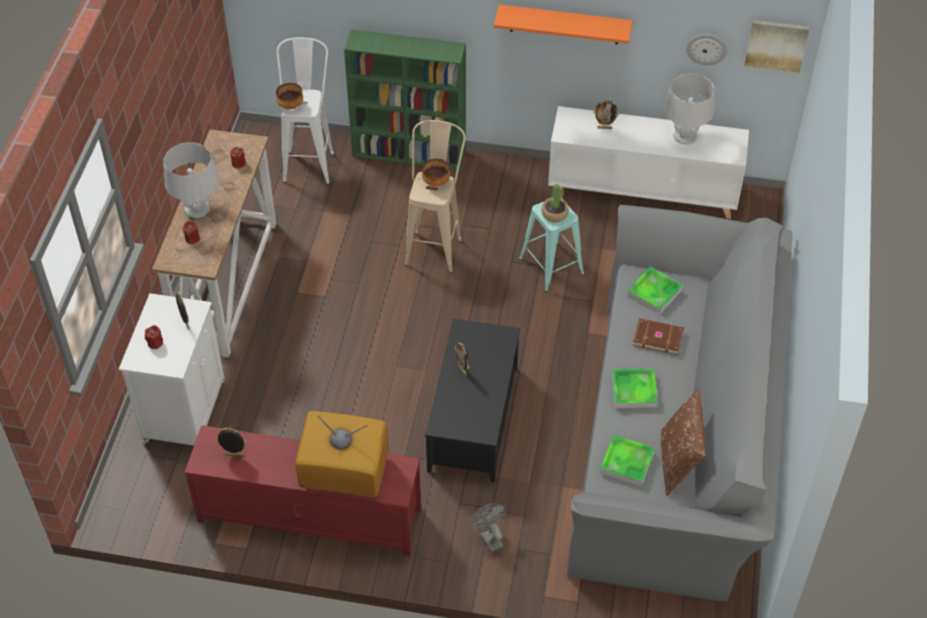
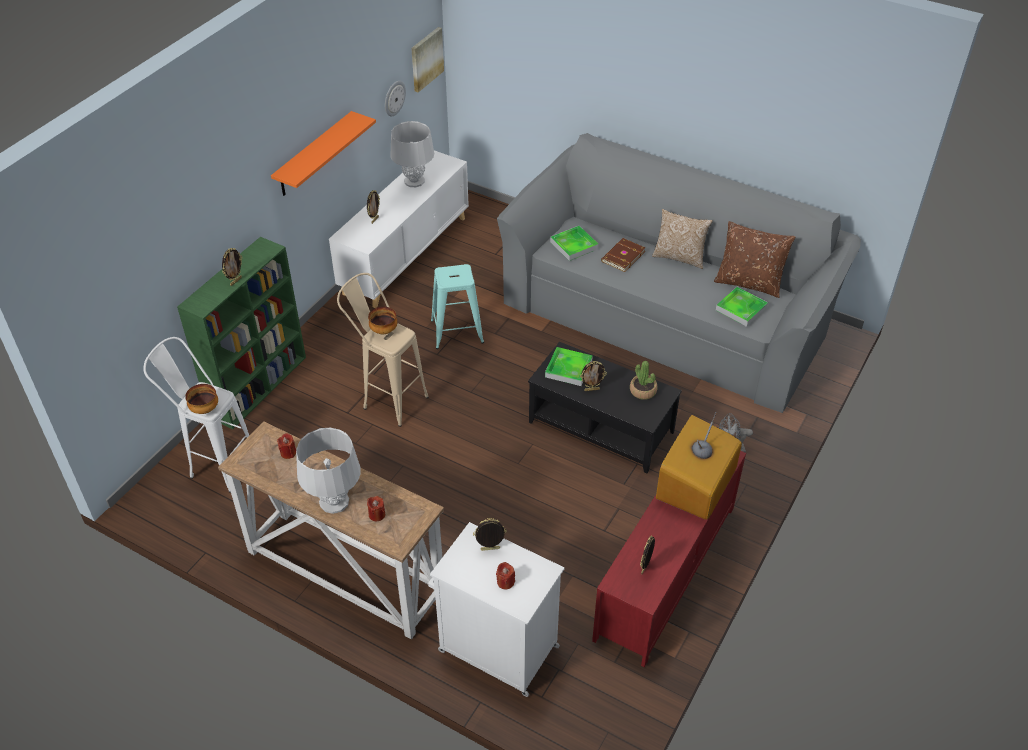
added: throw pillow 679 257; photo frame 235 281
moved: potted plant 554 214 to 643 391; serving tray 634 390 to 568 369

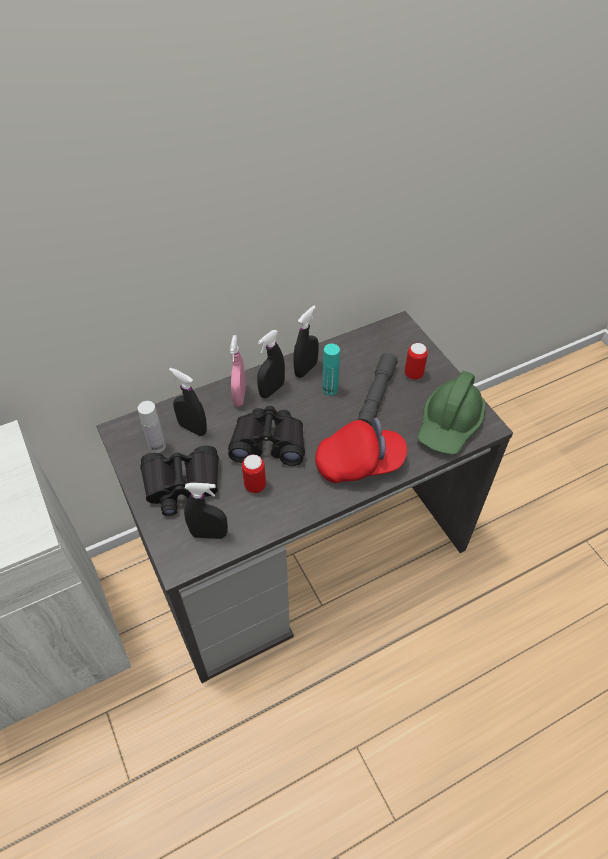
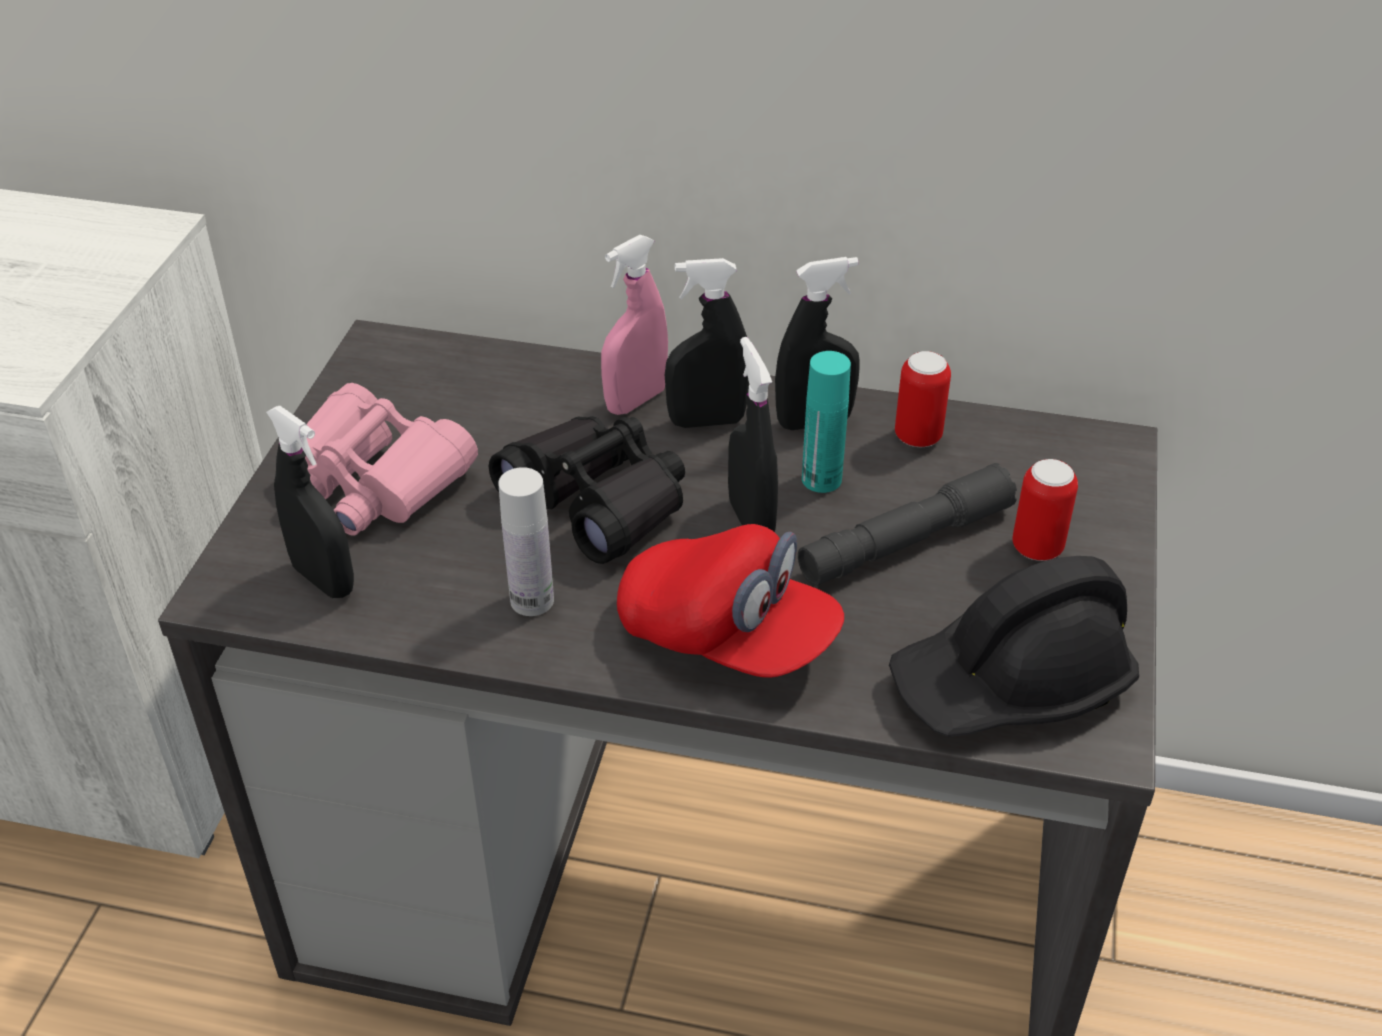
moved: spray bottle (black) 192 428 to 751 521; beverage bottle (white-coloured) 157 446 to 532 600; metal can 255 485 to 918 437
recoloured: work helmet (green-coloured) 449 424 to work helmet (black) 1011 683; pair of binoculars (black) 182 486 to pair of binoculars (pink-coloured) 372 481

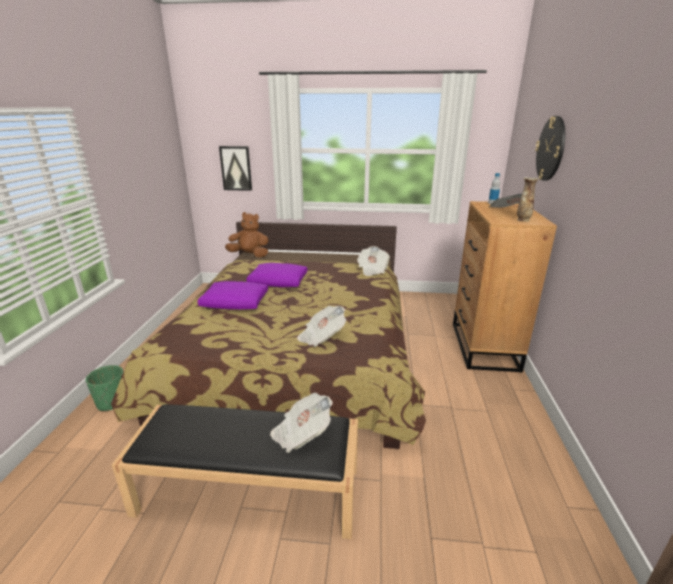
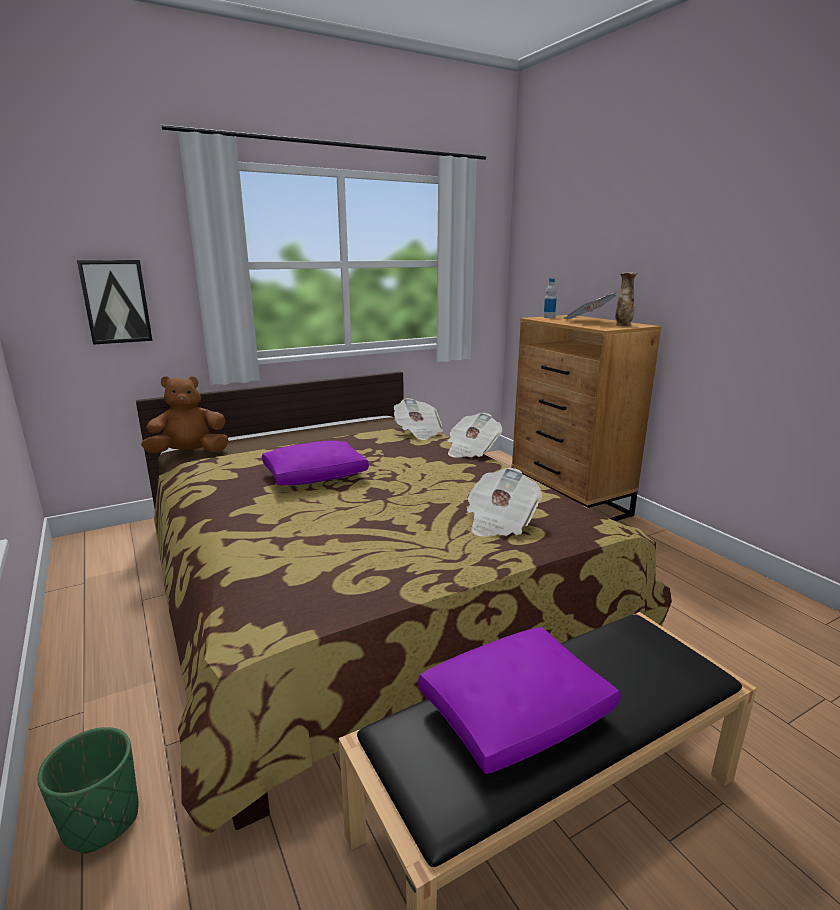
removed: clock on the wall 551 149
moved: throw pillow (purple-coloured) 236 303 to 517 711; printed paper 301 434 to 471 450

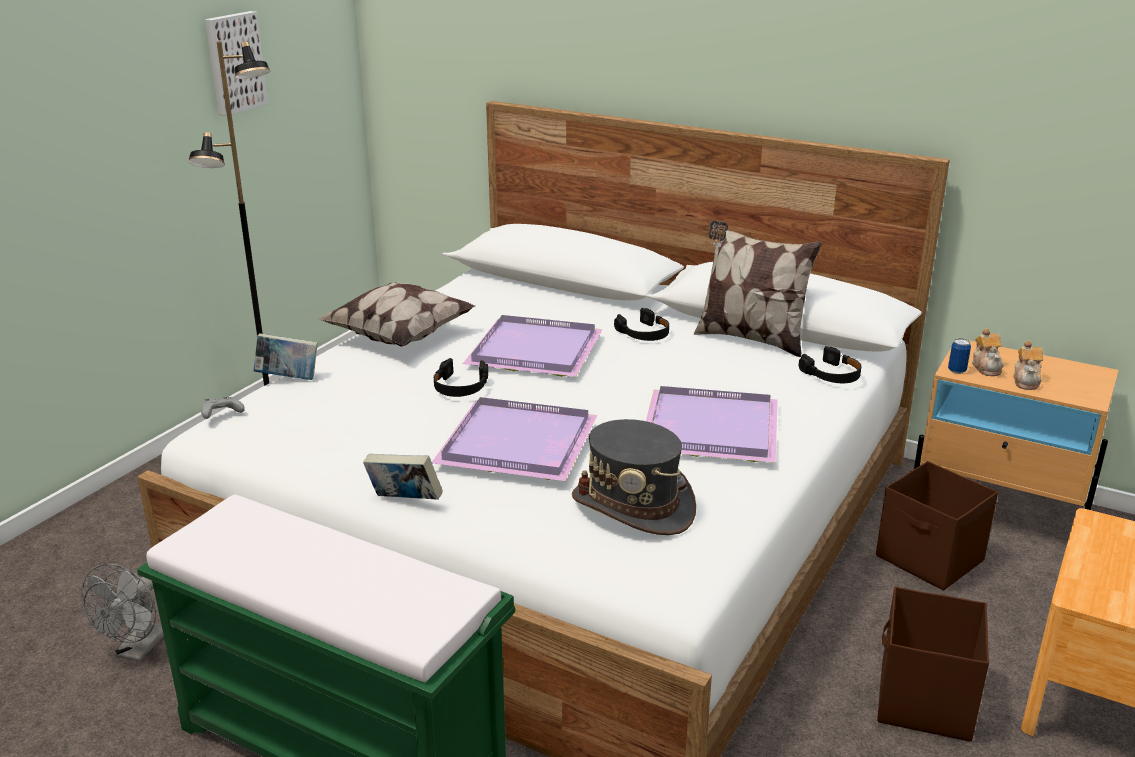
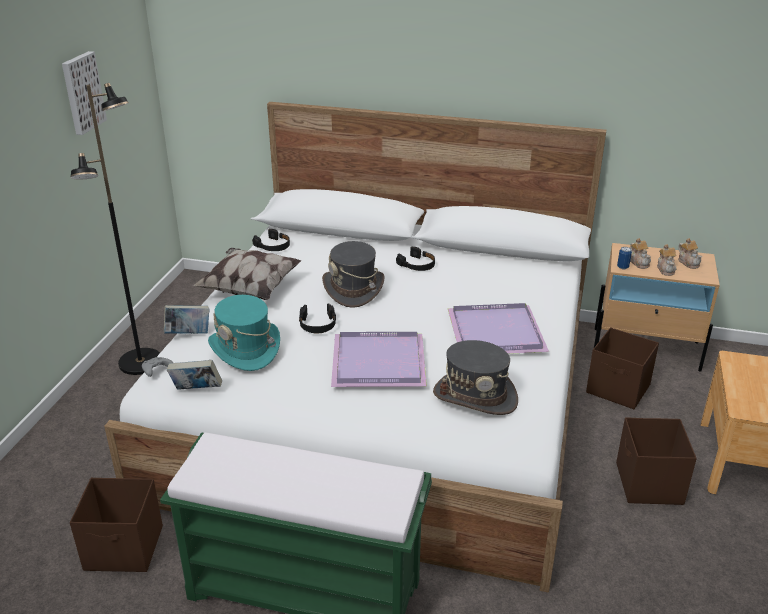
removed: throw pillow 750 338
added: pot for tea 688 262; hat (blue-green) 245 349
moved: headphones (black) 832 374 to 273 246; bound book 404 501 to 196 390
replaced: serving tray (purple-coloured) 536 352 to hat (grey) 354 289; electric fan (grey) 138 650 to storage bin (brownish) 125 549

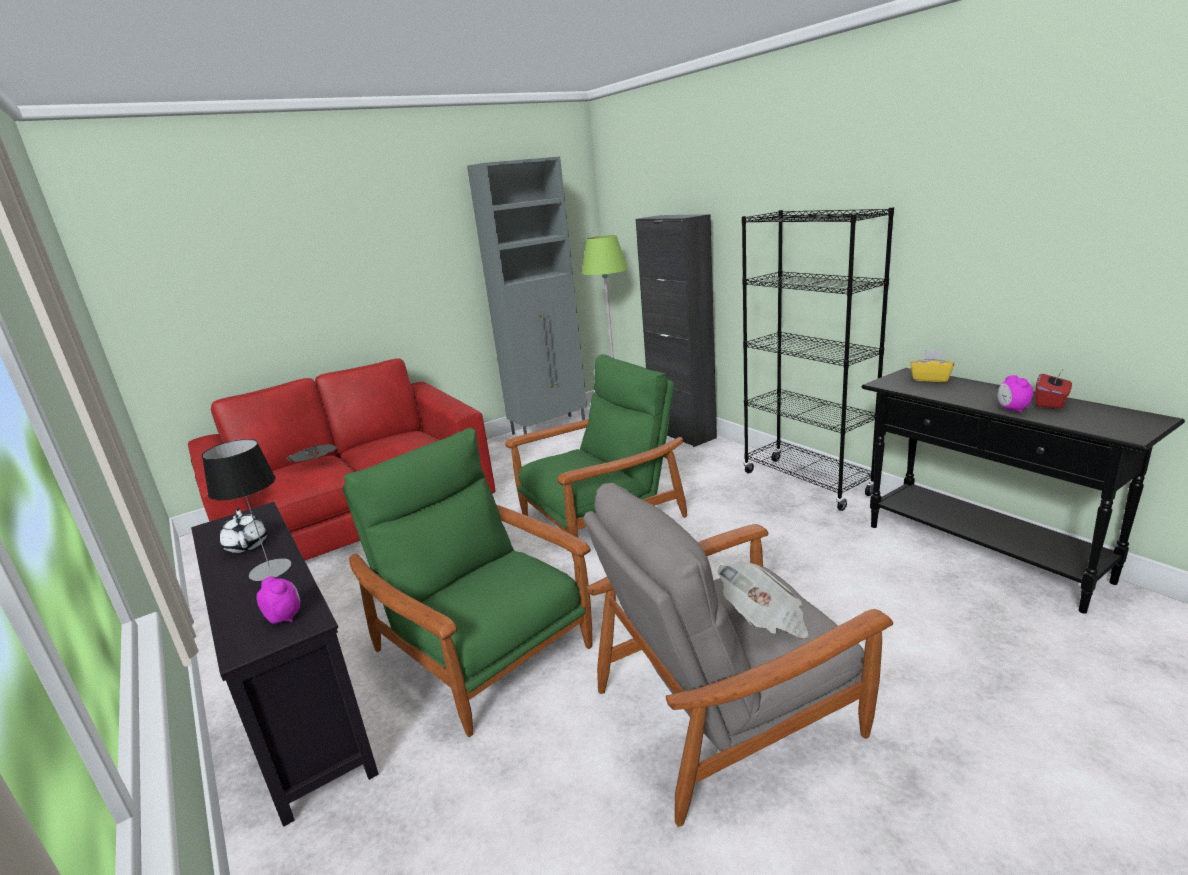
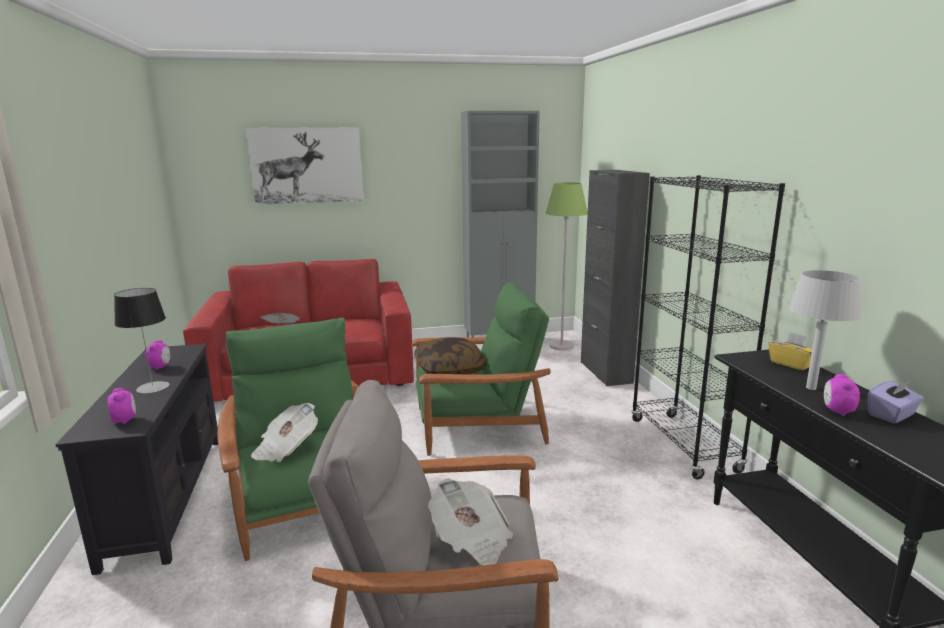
added: wall picture 307 165; tabletop lamp (grey) 810 388; throw pillow 450 370; printed paper 286 448
replaced: pot for tea (white-coloured) 247 544 to alarm clock 160 367
recoloured: tissue holder (red-coloured) 1050 403 to tissue holder (purple-coloured) 892 415

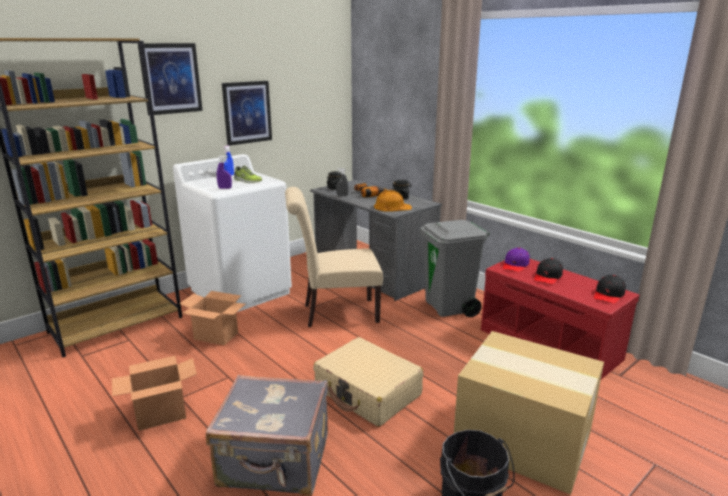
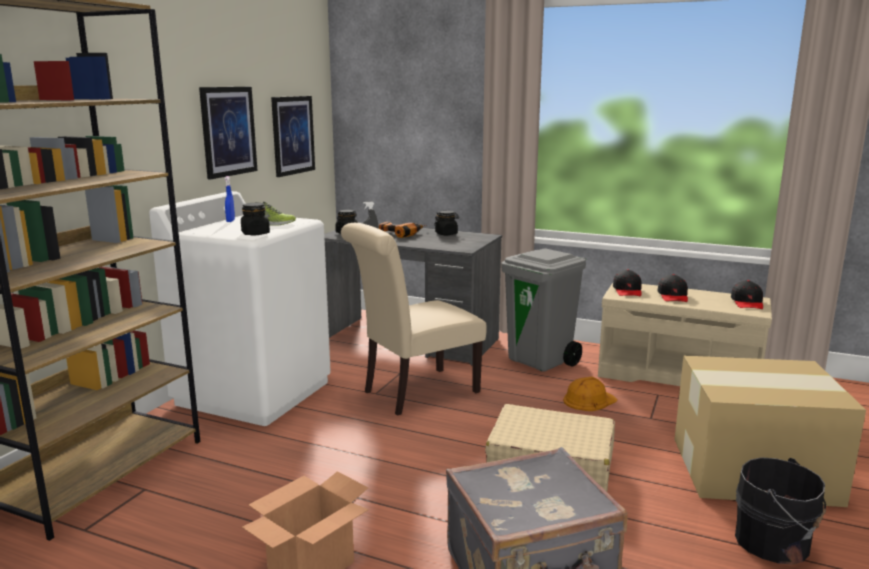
removed: cardboard box 216 336
moved: wall picture 171 78 to 293 135; work helmet (orange) 392 207 to 589 400
replaced: spray bottle (purple-coloured) 225 188 to jar (black) 255 233
recoloured: peaked cap (purple-coloured) 515 265 to peaked cap (black) 627 290; indoor bench (red-coloured) 550 344 to indoor bench (sand-coloured) 679 376

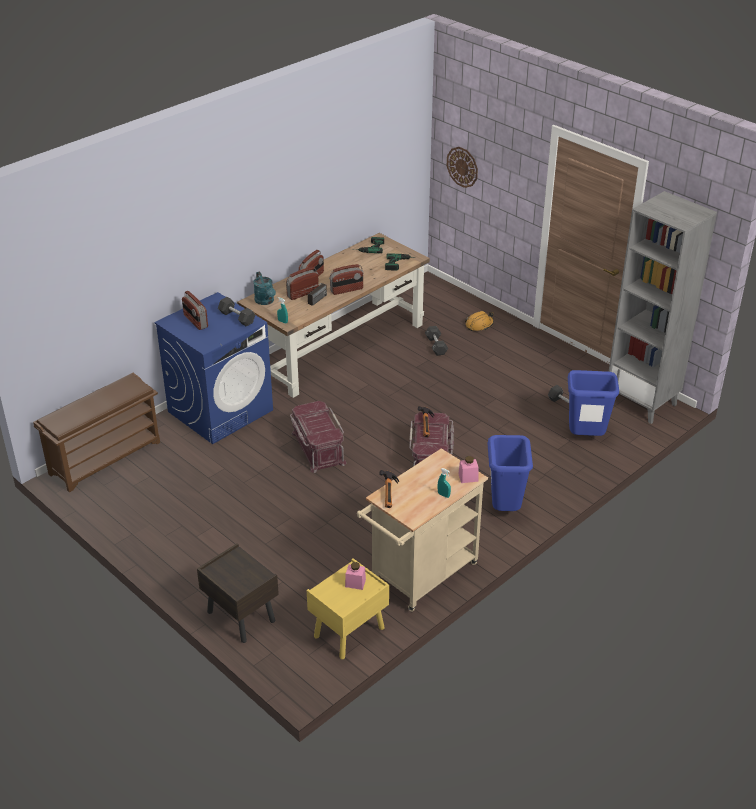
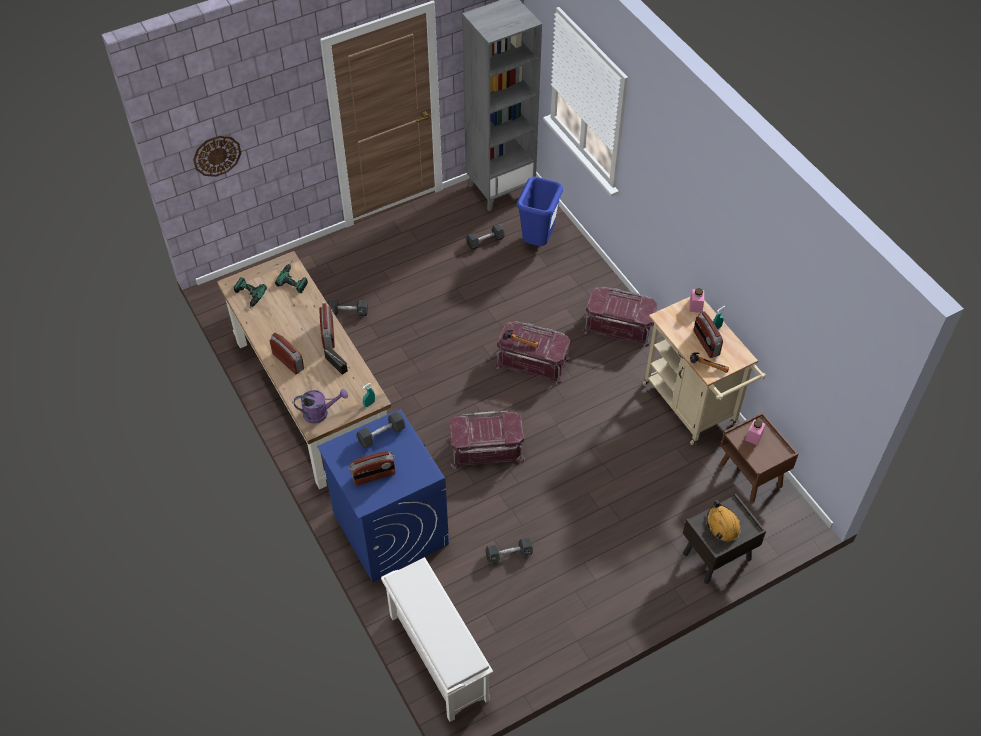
added: free weight (black) 509 554
moved: radio receiver 302 293 to 705 343; work helmet (orange) 479 325 to 722 525
replaced: waste bin (blue-coloured) 505 509 to storage bin (red-coloured) 619 325
recoloured: watering pot (blue-green) 265 301 to watering pot (purple-coloured) 320 413; shoe rack (brownish) 105 457 to shoe rack (white-coloured) 437 656; bedside table (yellowish) 348 633 to bedside table (brownish) 751 475

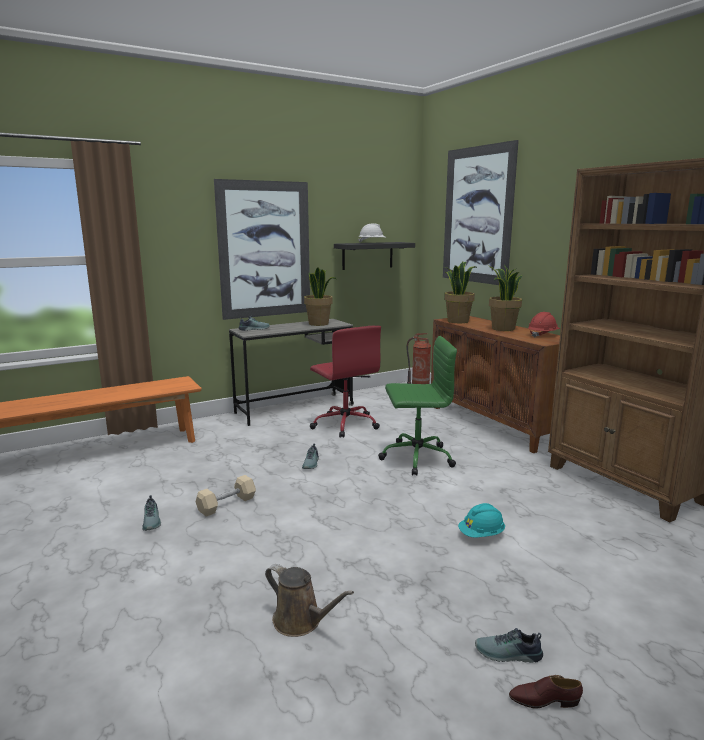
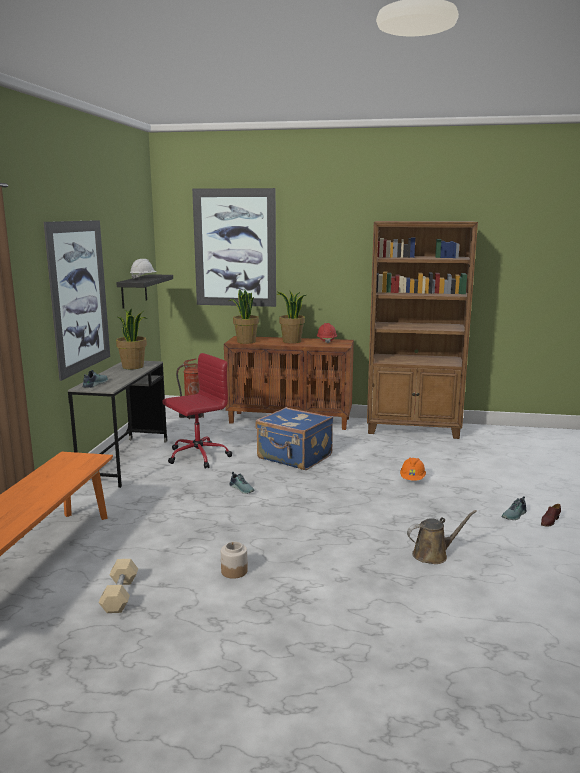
moved: free weight (sand-coloured) 227 504 to 120 595
replaced: office chair (green-coloured) 415 457 to suitcase (blue-coloured) 294 457; item of footwear 152 521 to jar 234 571
recoloured: work helmet (blue-green) 481 535 to work helmet (orange) 412 479
turned: office chair (red-coloured) 345 424 = 197 456 45 degrees counterclockwise

